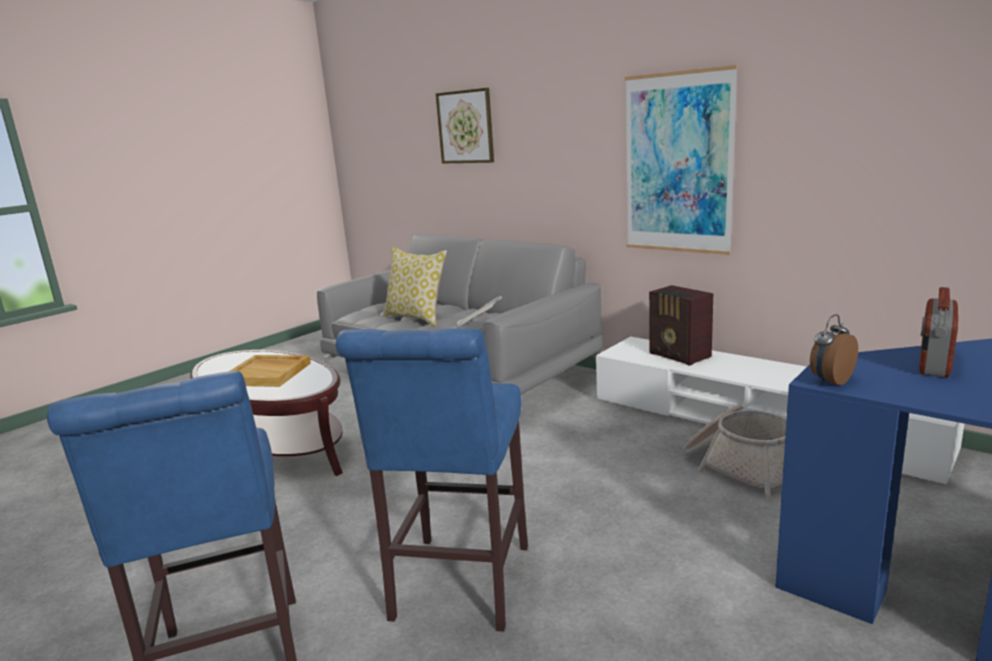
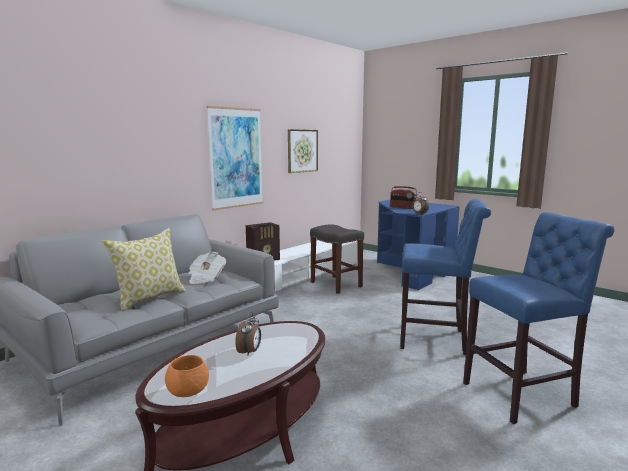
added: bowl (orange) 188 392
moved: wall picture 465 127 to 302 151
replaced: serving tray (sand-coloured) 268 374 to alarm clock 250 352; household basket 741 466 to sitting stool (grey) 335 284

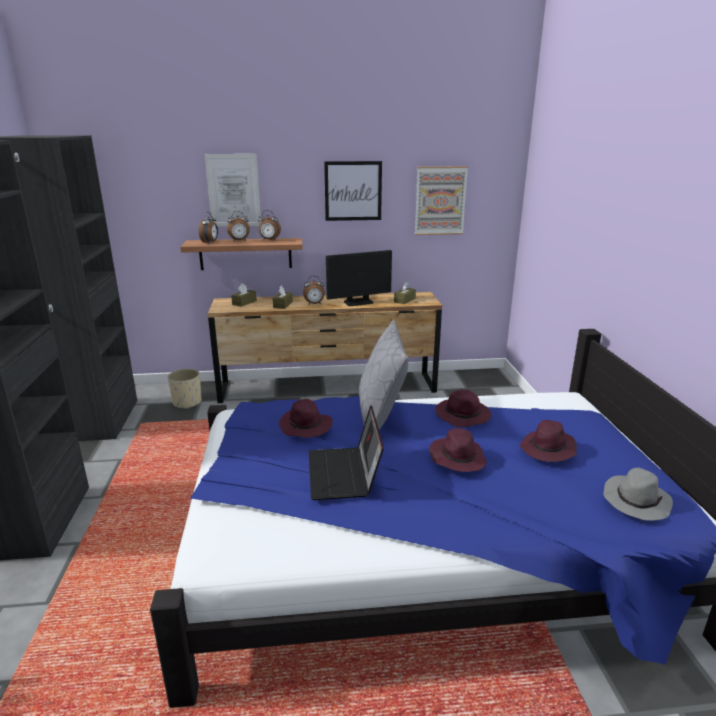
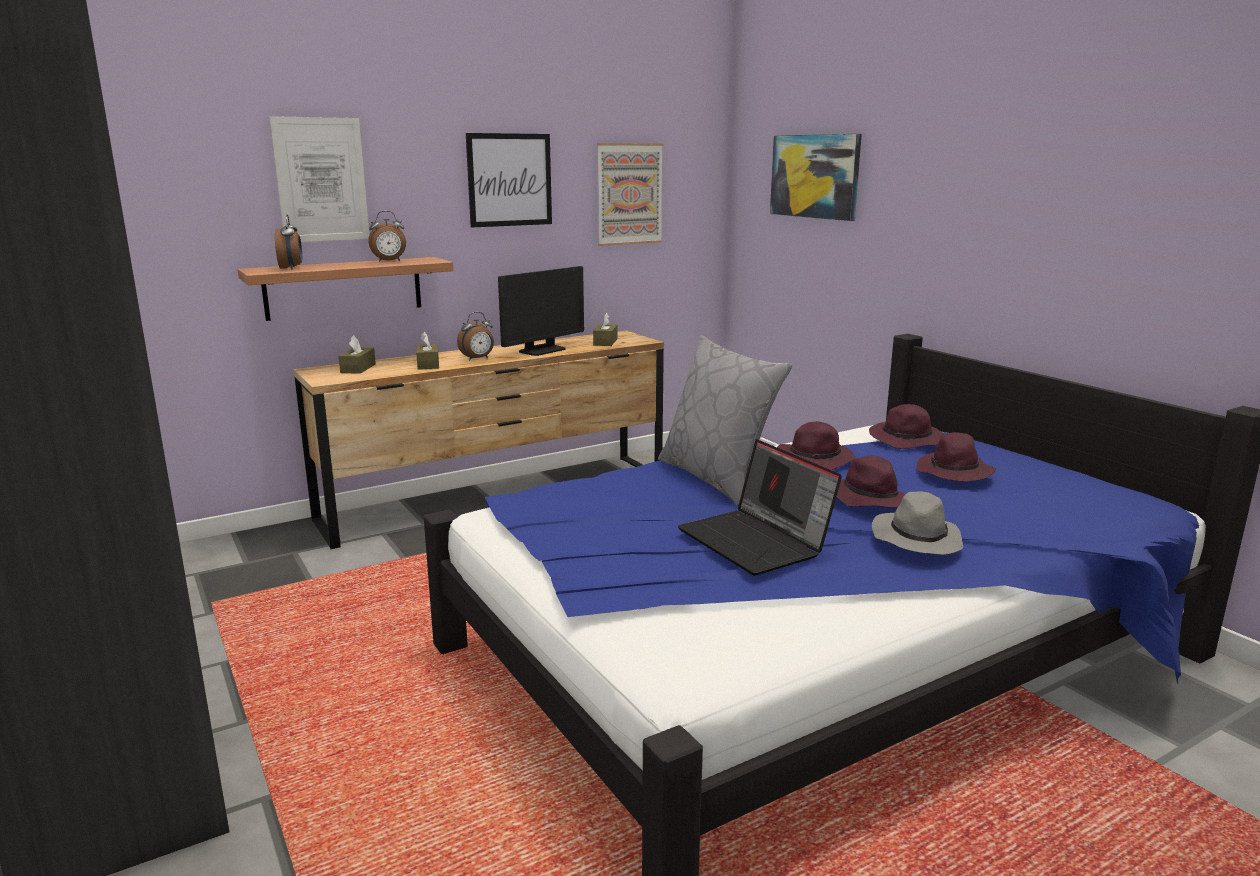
removed: alarm clock 239 241; planter (sand-coloured) 187 402
added: wall picture 815 176
moved: hat (purple-coloured) 306 426 to 907 440; hat (grey) 635 501 to 916 539

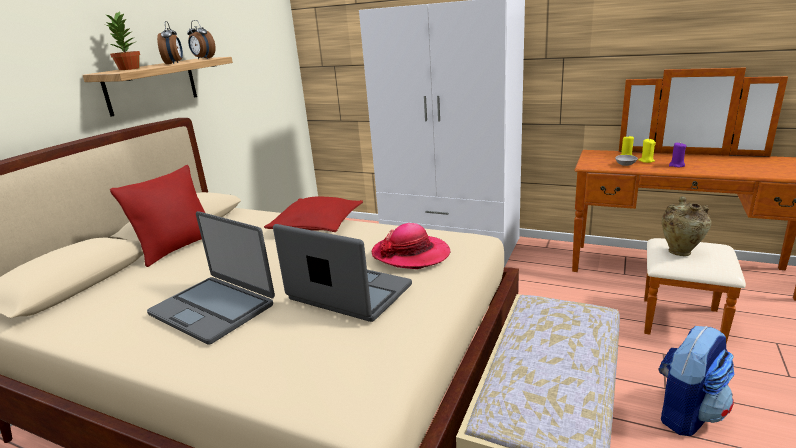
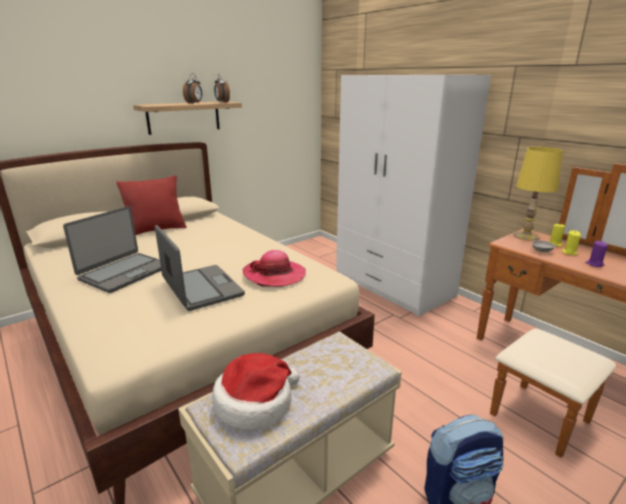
removed: potted plant 130 69; throw pillow (red-coloured) 317 225; decorative vase (sand-coloured) 680 252
added: tabletop lamp (yellowish) 526 236; hat 255 403
turned: laptop 213 309 = 124 273 120 degrees counterclockwise

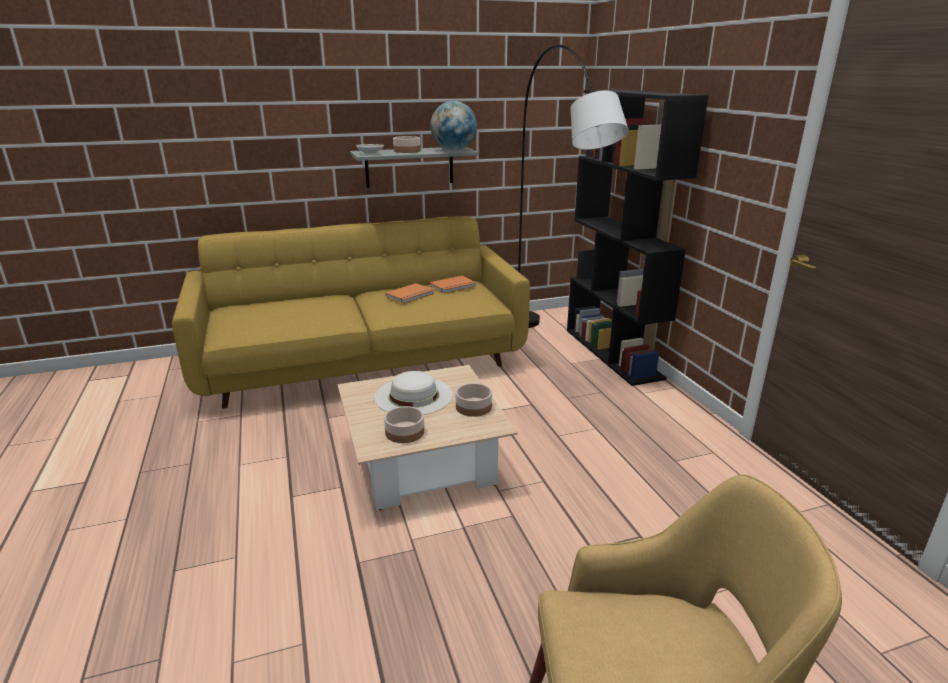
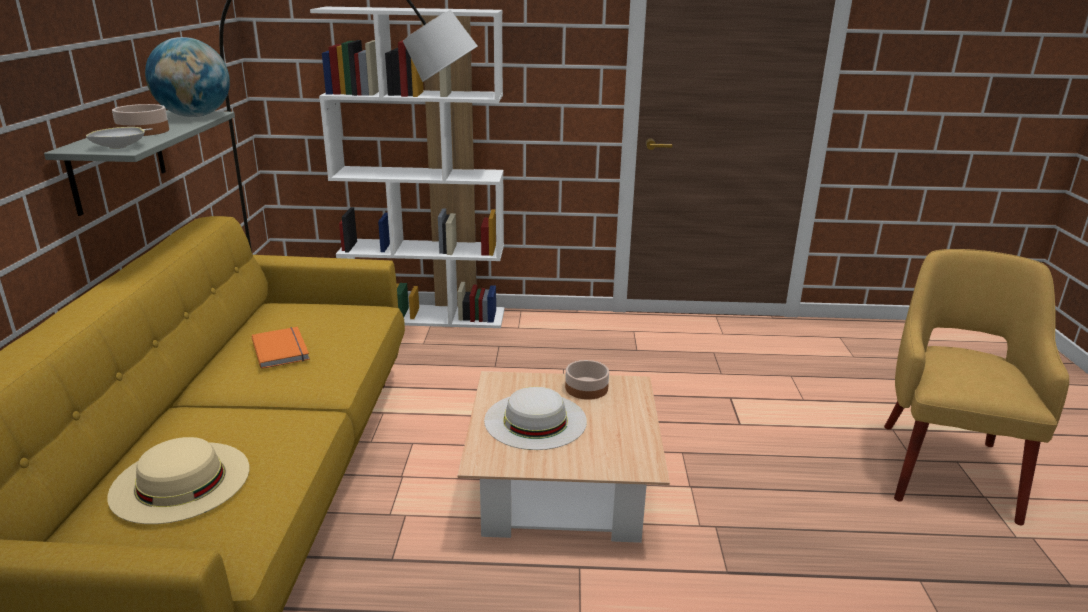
removed: bound book (orange) 454 286; bowl 404 432
added: hat (sand-coloured) 180 481
recoloured: bookshelf (black) 613 353 to bookshelf (white-coloured) 426 316

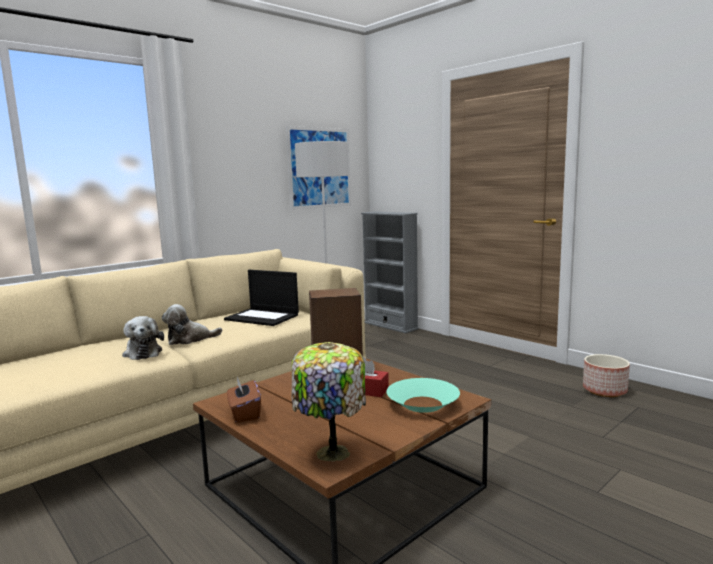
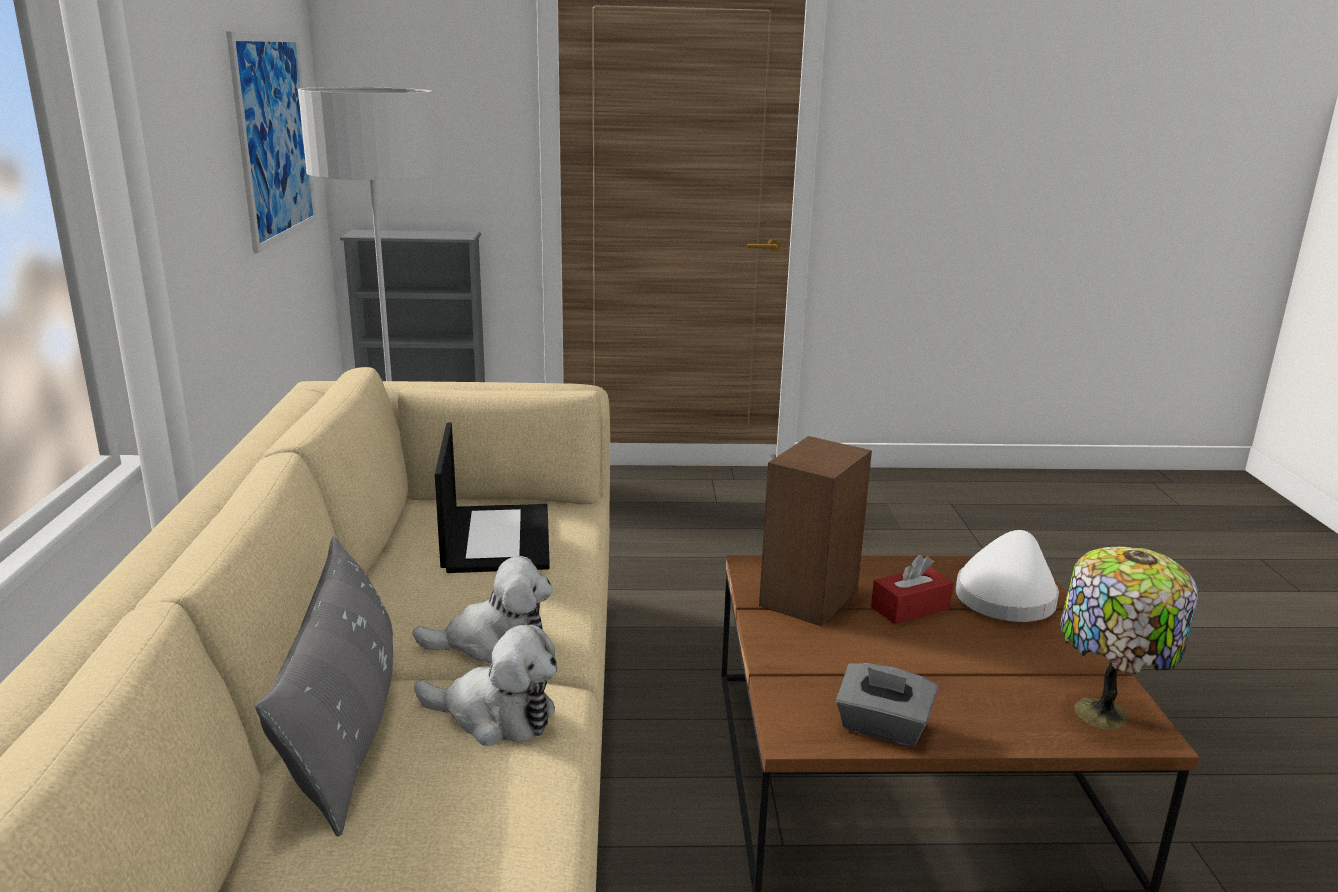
removed: planter 605 390
added: throw pillow (grey) 346 727
replaced: bowl (blue-green) 422 404 to hat (white-coloured) 1006 596
recoloured: tissue holder (brownish) 244 413 to tissue holder (grey) 882 727
turned: laptop 263 317 = 495 538 75 degrees counterclockwise; cuddly toy 189 339 = 494 643 120 degrees counterclockwise

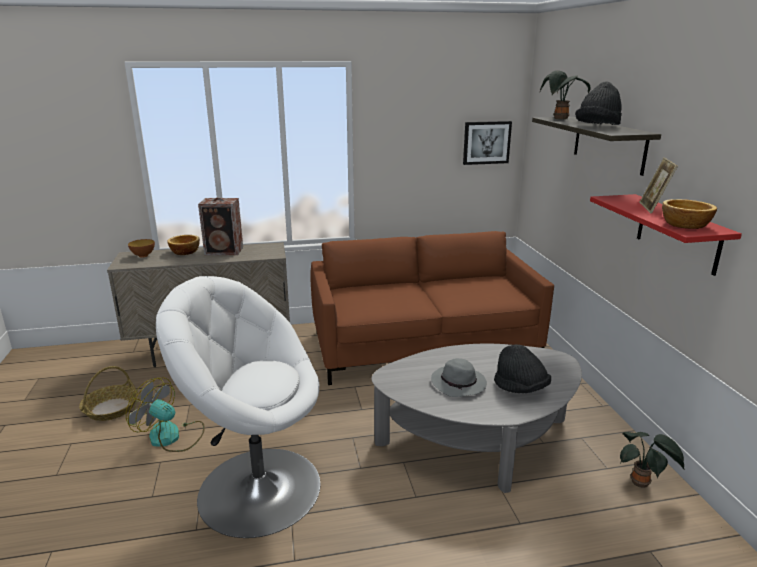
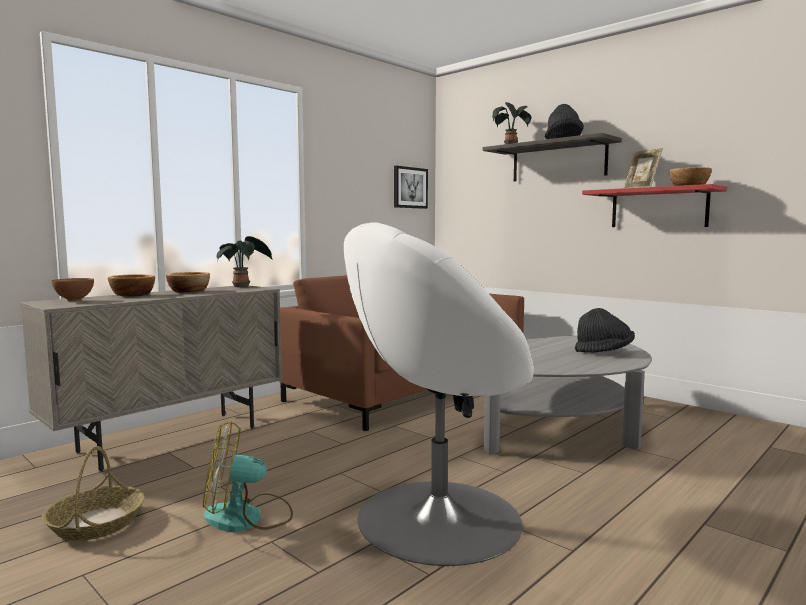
removed: hat (grey) 459 384
moved: potted plant 642 483 to 243 287
replaced: loudspeaker 225 251 to bowl 189 291

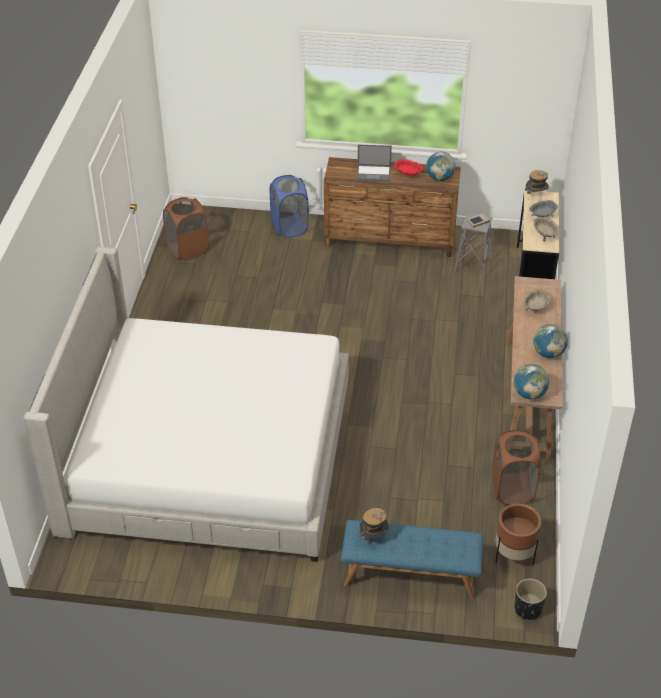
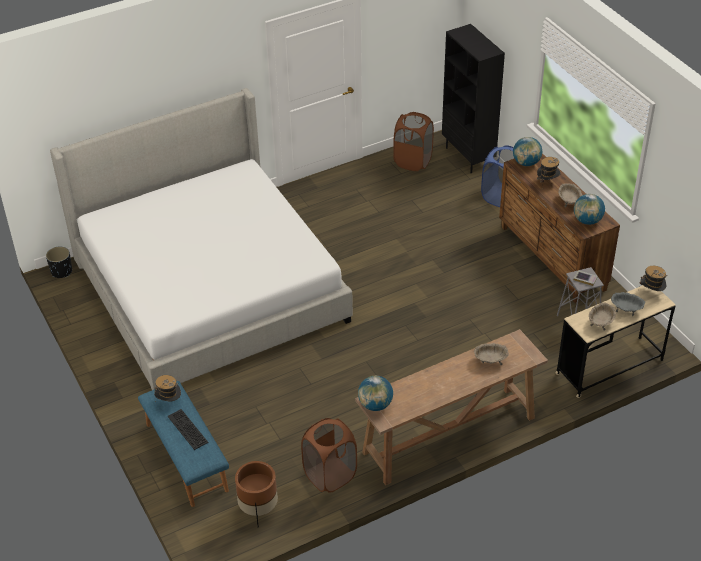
added: bookshelf (black) 468 157; computer keyboard 186 429
moved: globe 548 353 to 526 163; planter (black) 528 609 to 61 272
replaced: laptop 374 173 to hat 547 182
recoloured: bowl (red-coloured) 408 175 to bowl (sand-coloured) 568 201

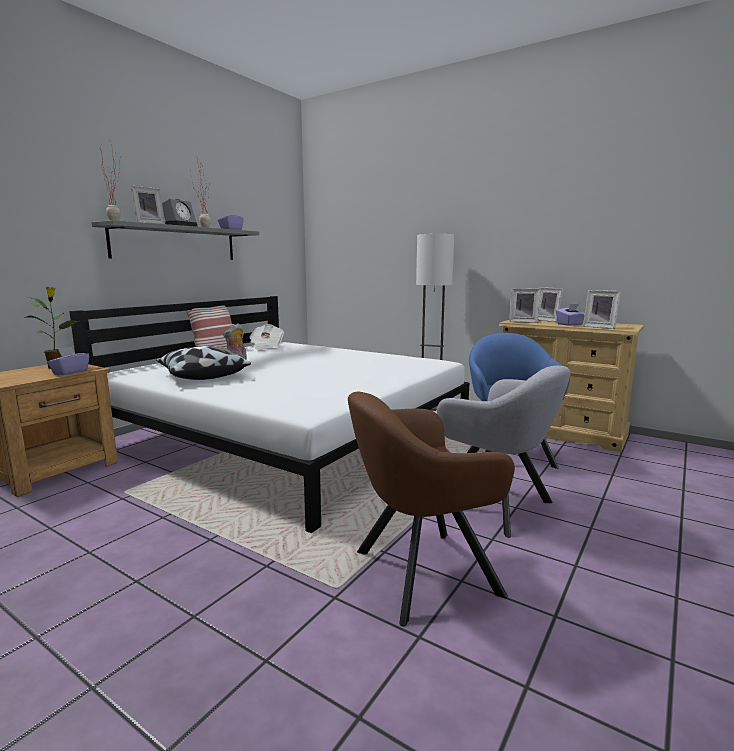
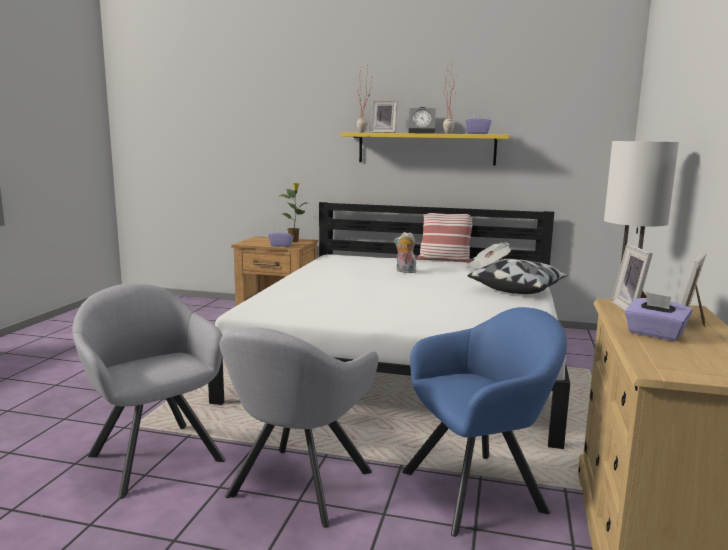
removed: photo frame 600 327
moved: throw pillow 202 376 to 517 289
recoloured: bracket shelf (grey) 176 243 to bracket shelf (yellowish) 426 148; lounge chair (brownish) 417 574 to lounge chair (grey) 153 454

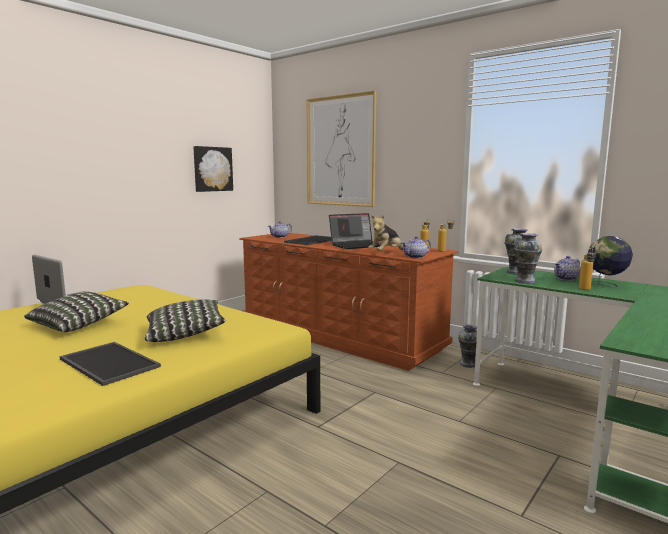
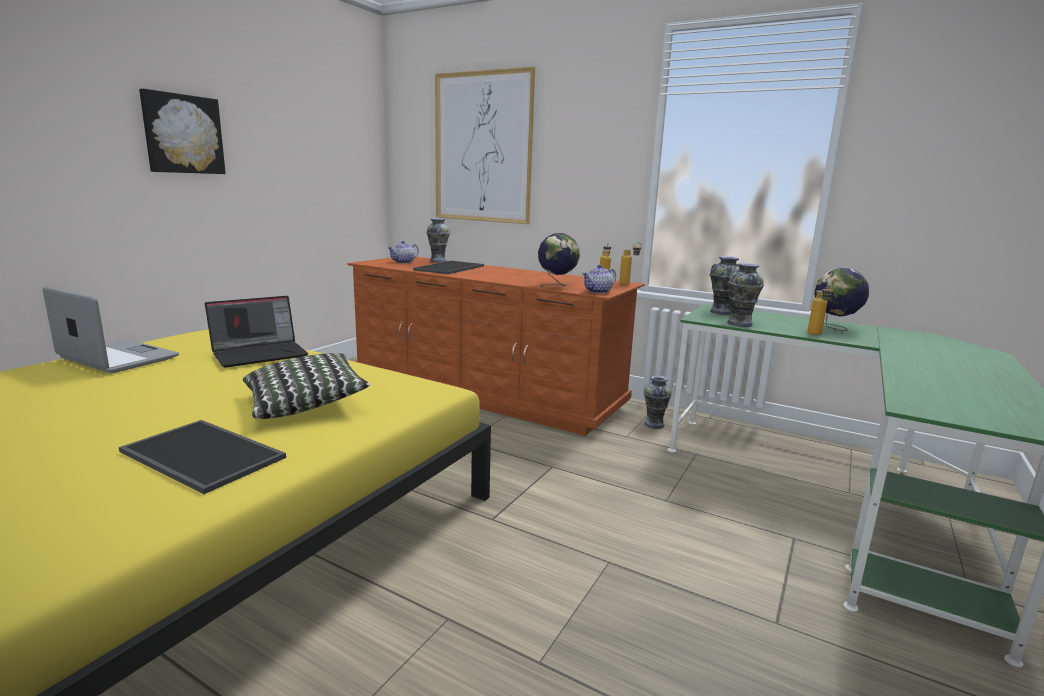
removed: pot for tea 566 278; throw pillow 79 325
added: decorative vase 438 261
moved: wall picture 212 169 to 182 134; laptop 358 245 to 261 353
replaced: cuddly toy 386 253 to globe 557 286

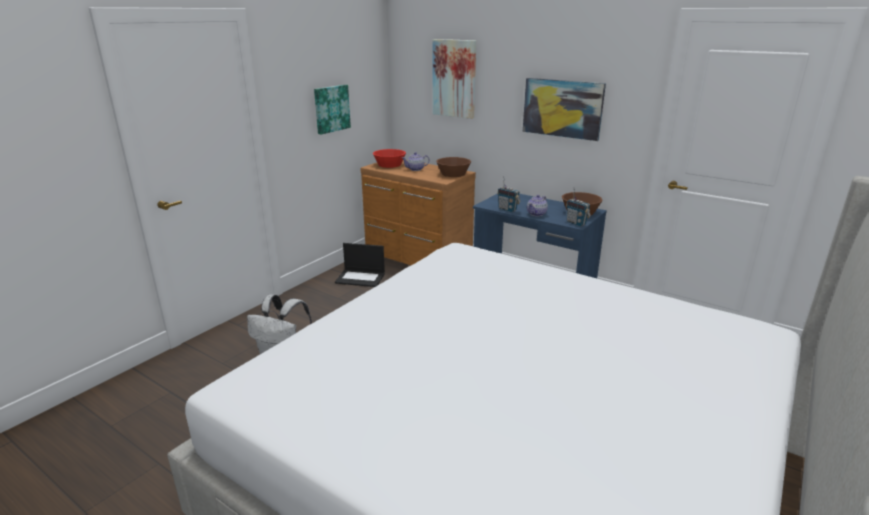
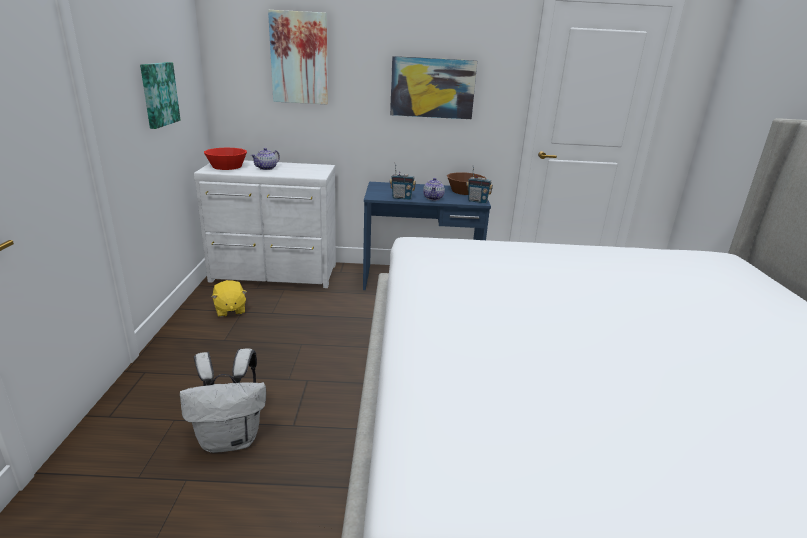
removed: bowl (brownish) 453 173
replaced: laptop 361 278 to cuddly toy (yellowish) 230 310
recoloured: drawer chest (brownish) 417 259 to drawer chest (white-coloured) 275 274

